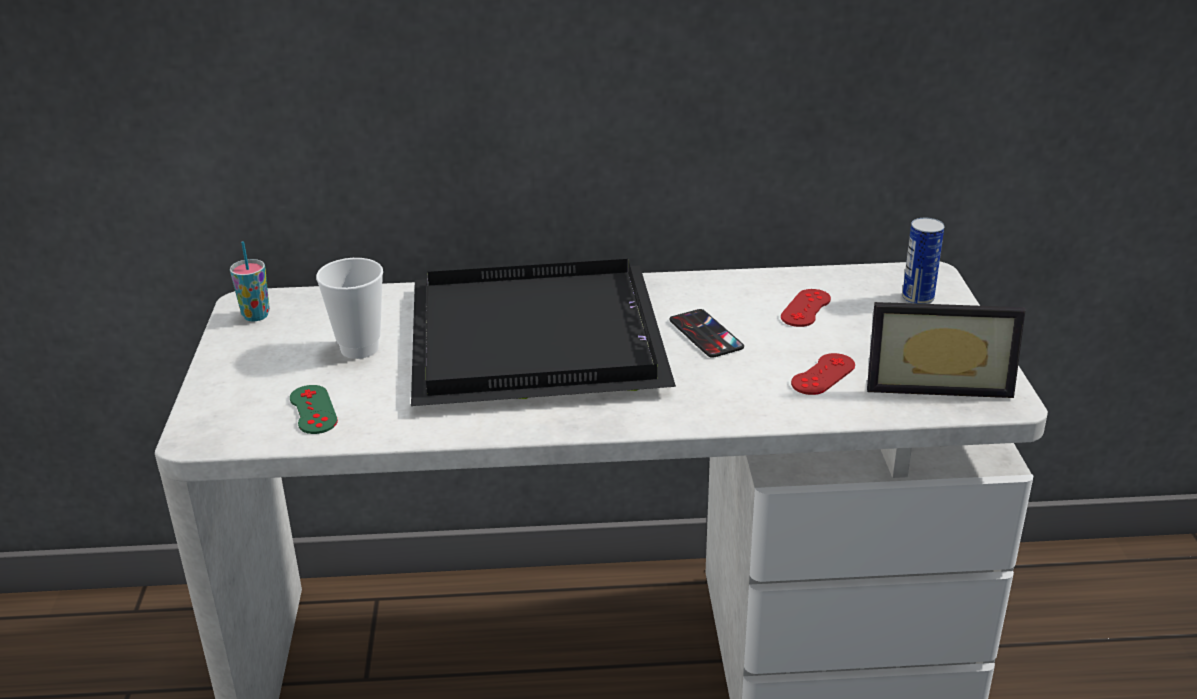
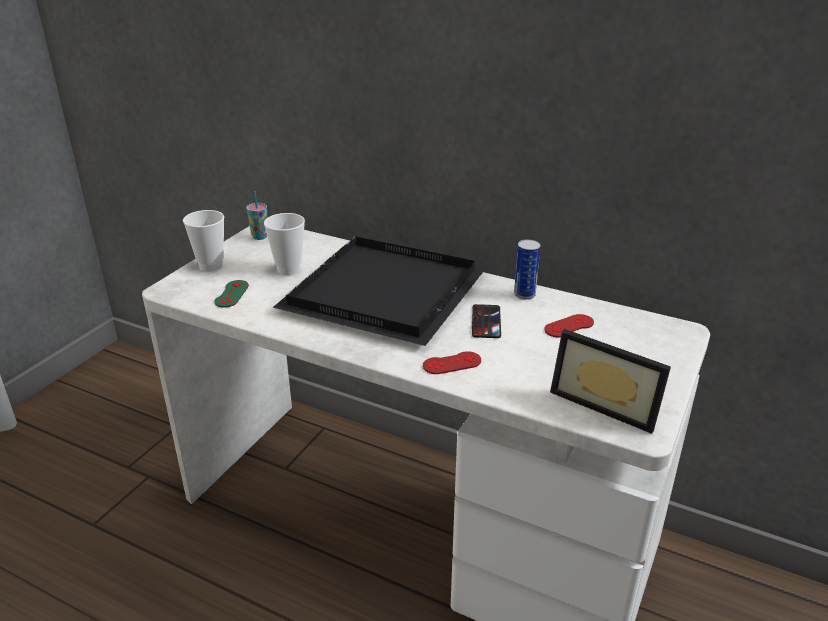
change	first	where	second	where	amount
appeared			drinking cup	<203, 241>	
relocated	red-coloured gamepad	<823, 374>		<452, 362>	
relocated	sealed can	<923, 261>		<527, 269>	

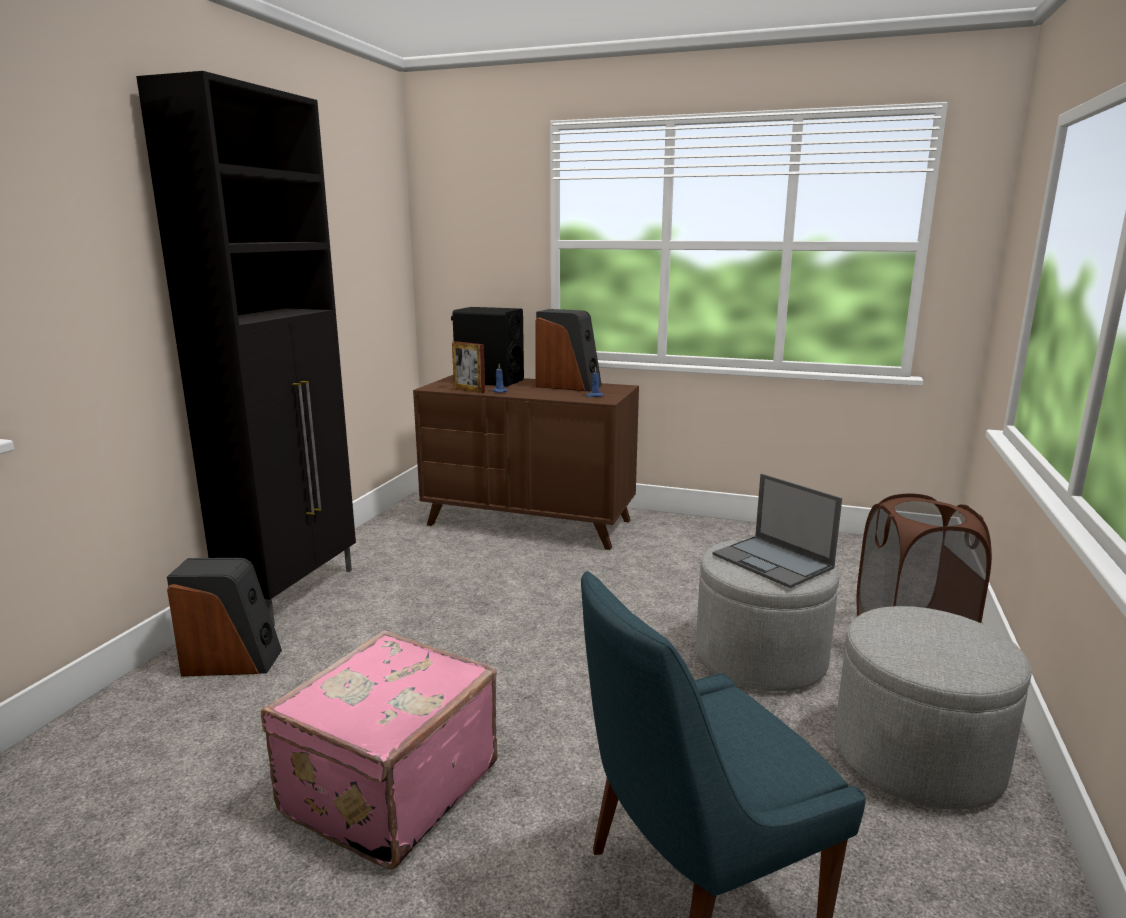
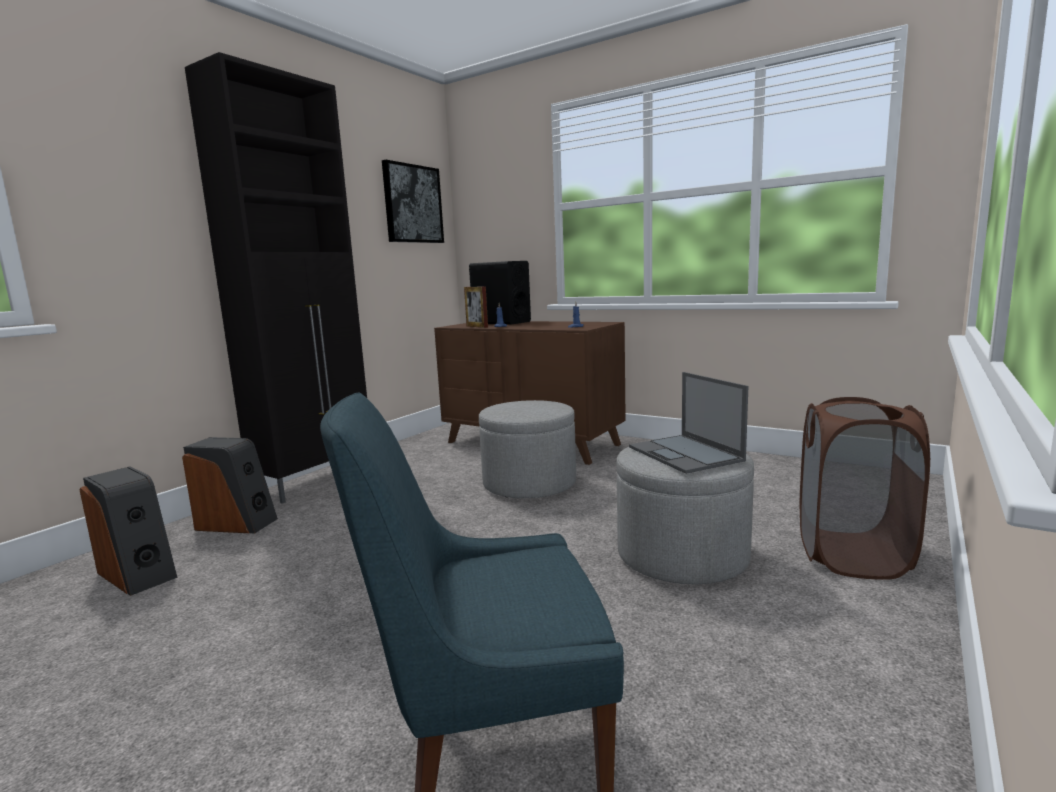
change	first	where	second	where	amount
relocated	speaker	<568, 350>		<128, 531>	
appeared			picture	<413, 201>	
relocated	greyish footrest	<933, 708>		<527, 449>	
missing	pink-coloured suitcase	<379, 750>			

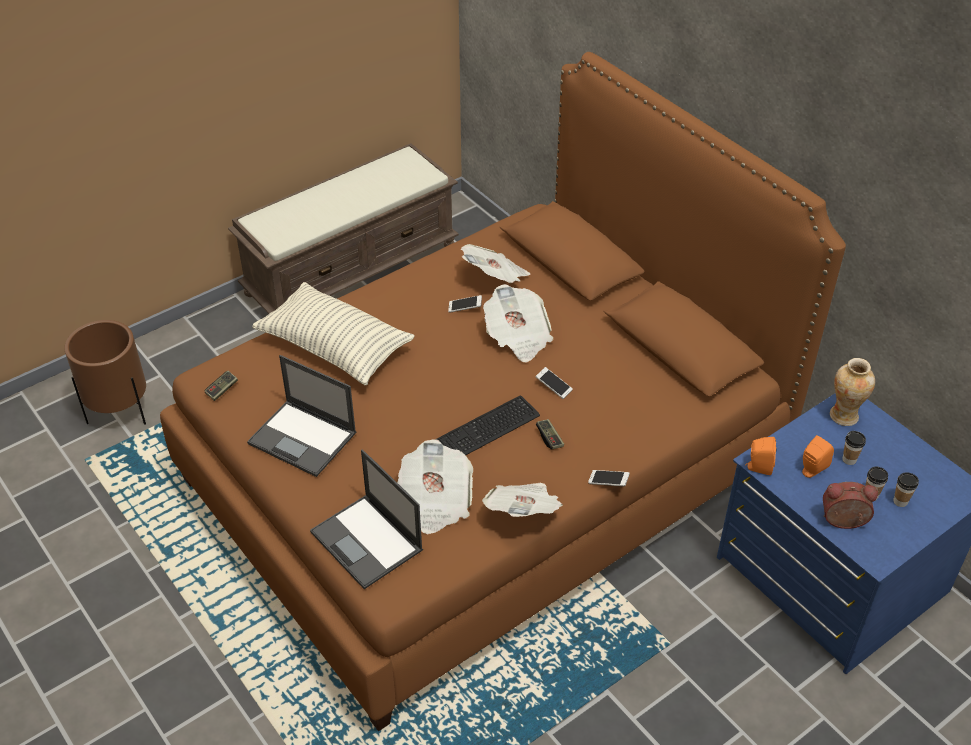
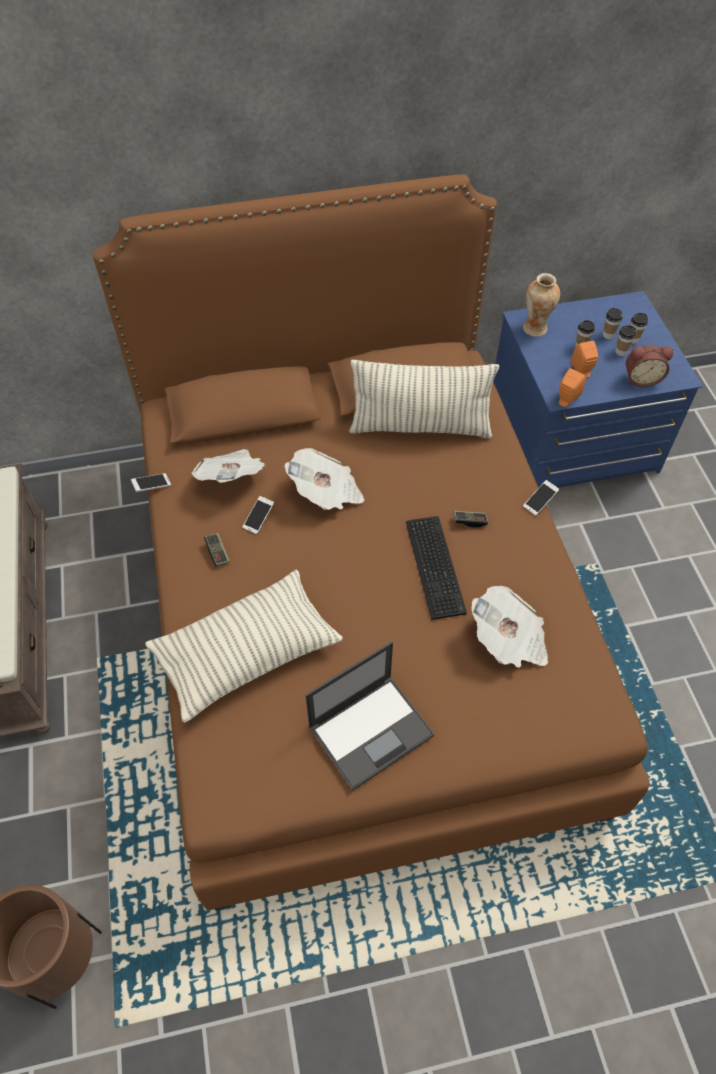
change	first	where	second	where	amount
relocated	phone	<554, 383>		<151, 482>	
relocated	gamepad	<221, 386>		<217, 550>	
appeared			pillow	<424, 399>	
appeared			drinking cup	<613, 323>	
spun	table clock	<850, 505>		<650, 366>	120 degrees counterclockwise
missing	laptop	<366, 519>			
missing	printed paper	<522, 500>			

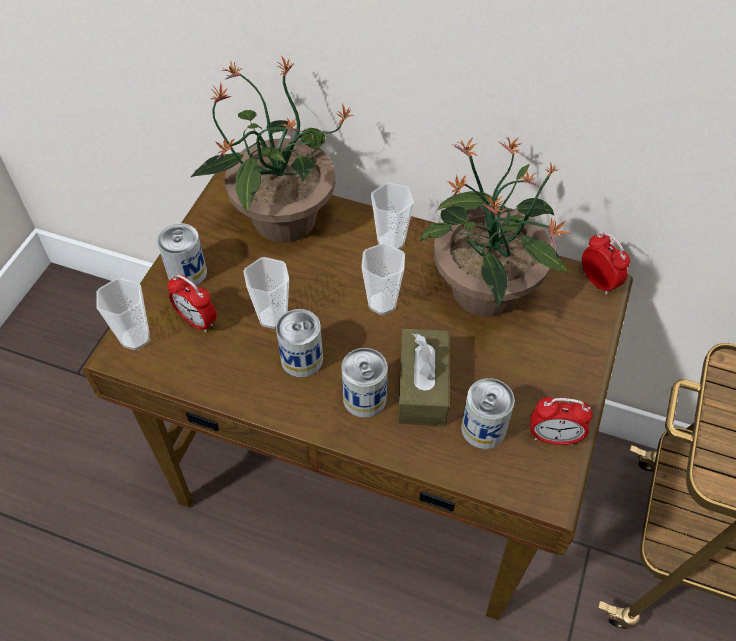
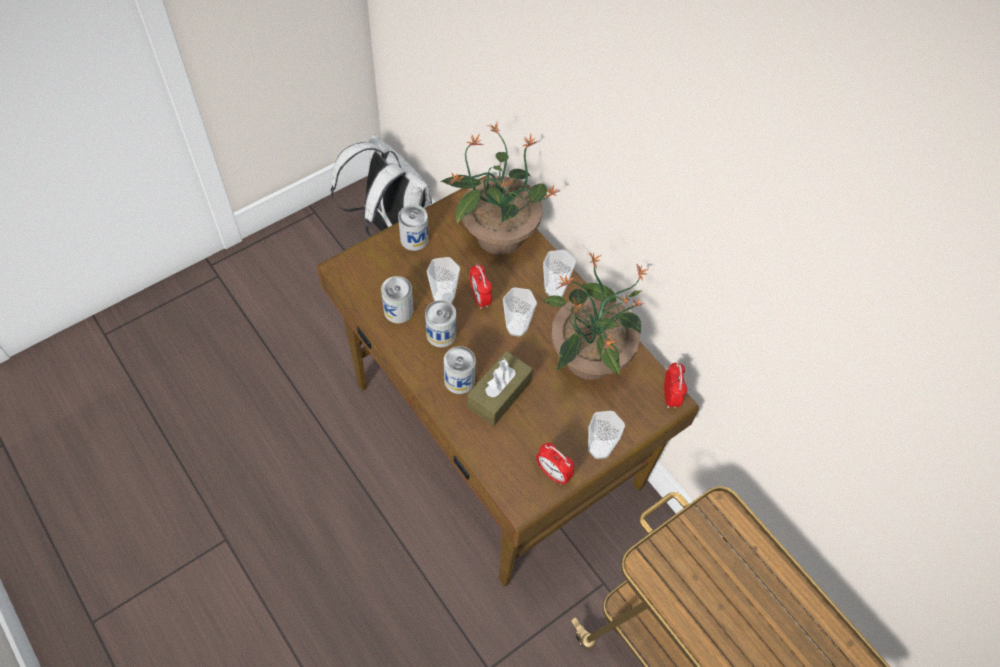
change	first	where	second	where	amount
appeared			white-coloured rucksack	<381, 185>	
relocated	sealed can	<488, 413>		<397, 299>	
relocated	table clock	<192, 303>		<481, 286>	
relocated	drinking cup	<123, 314>		<606, 435>	

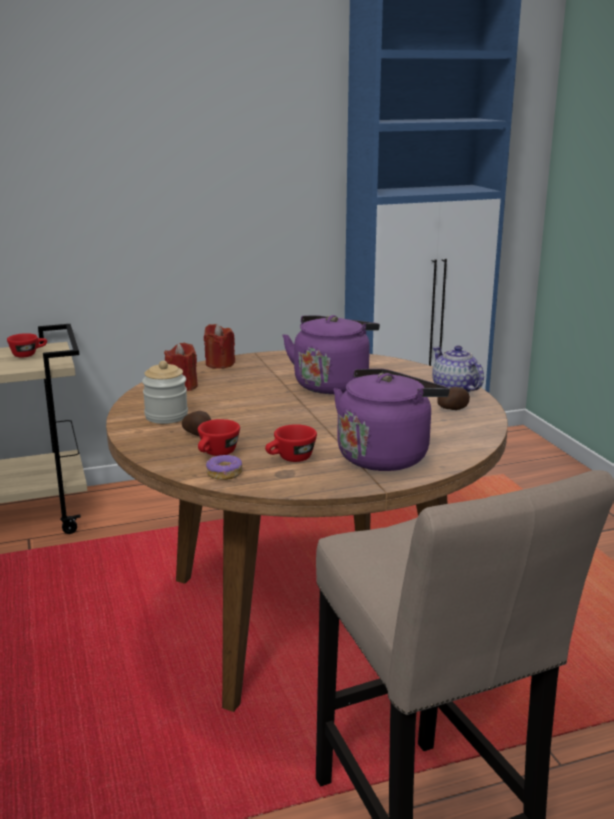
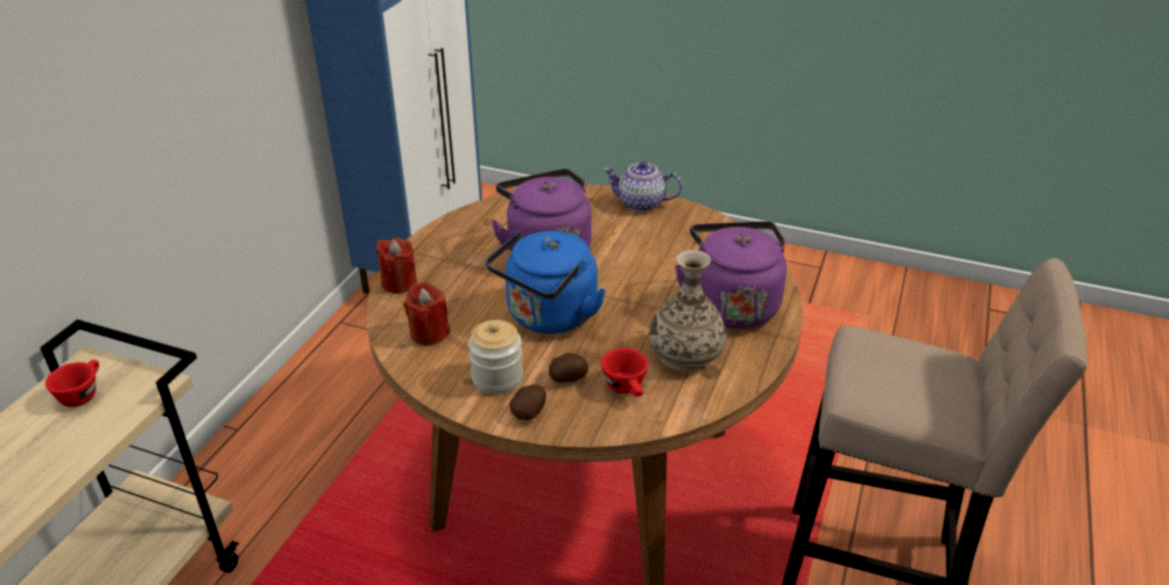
change	first	where	second	where	amount
appeared			bluish water kettle	<546, 282>	
relocated	potato	<453, 398>		<527, 402>	
exchanged	red-coloured drinking cup	<291, 443>	decorative vase	<687, 311>	
missing	ring doughnut	<224, 467>			

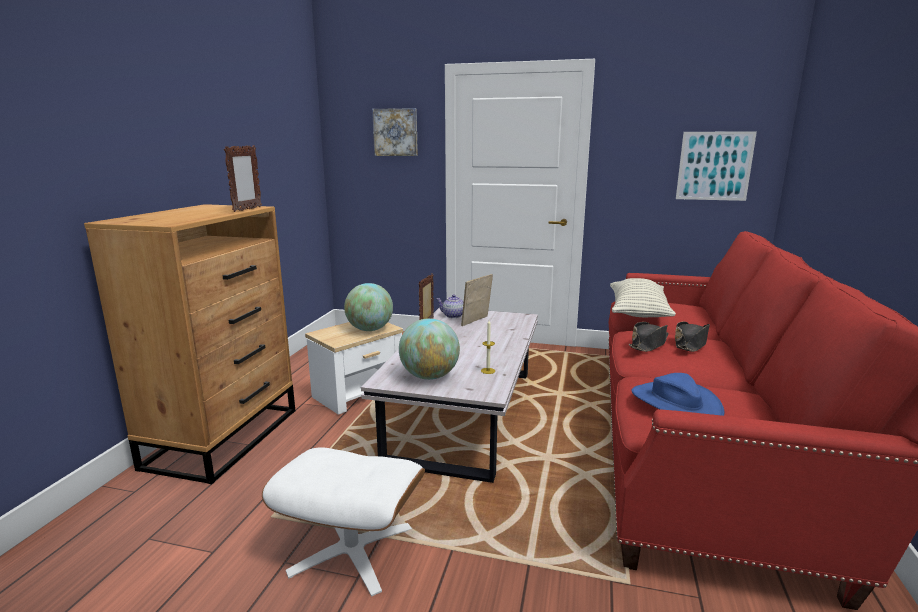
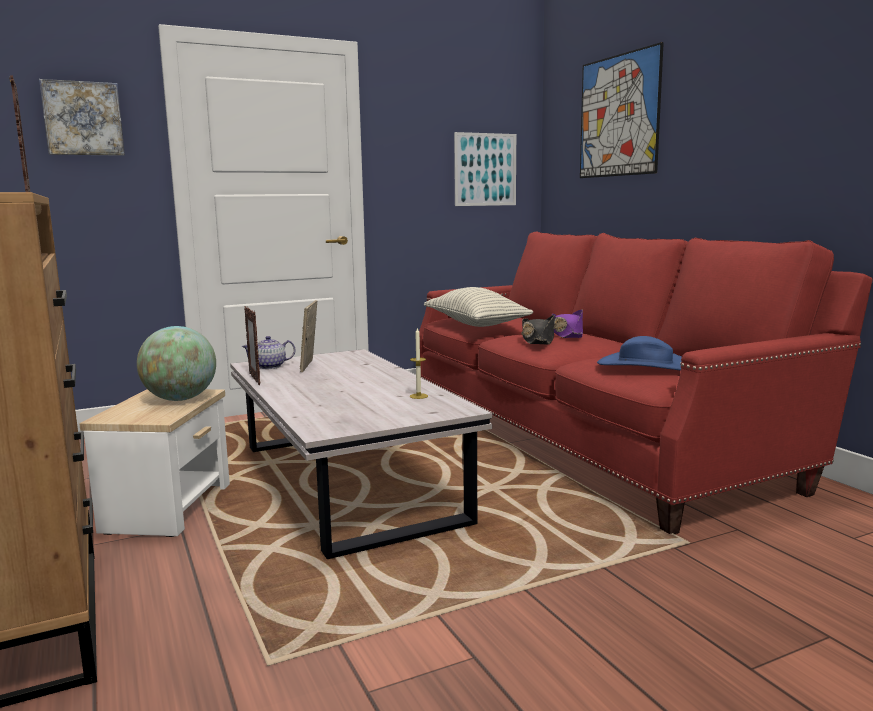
change	first	where	second	where	amount
colour	blackish wearable hat	<692, 337>	purplish wearable hat	<567, 323>	
appeared			picture	<622, 110>	
missing	white-coloured footrest	<343, 522>			
missing	globe	<429, 349>			

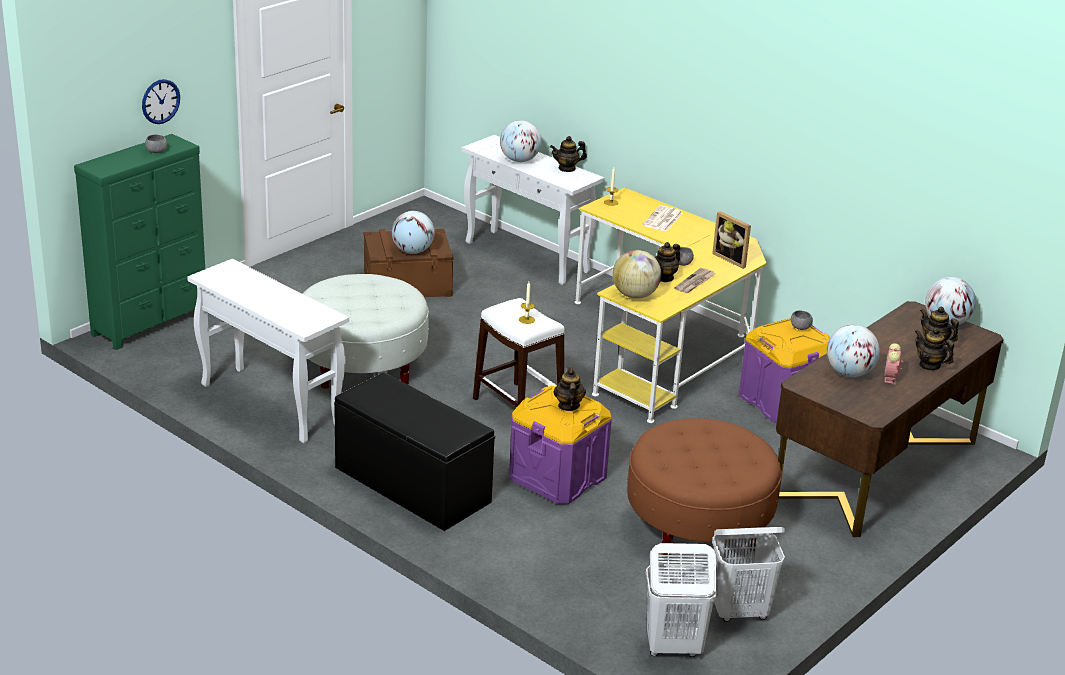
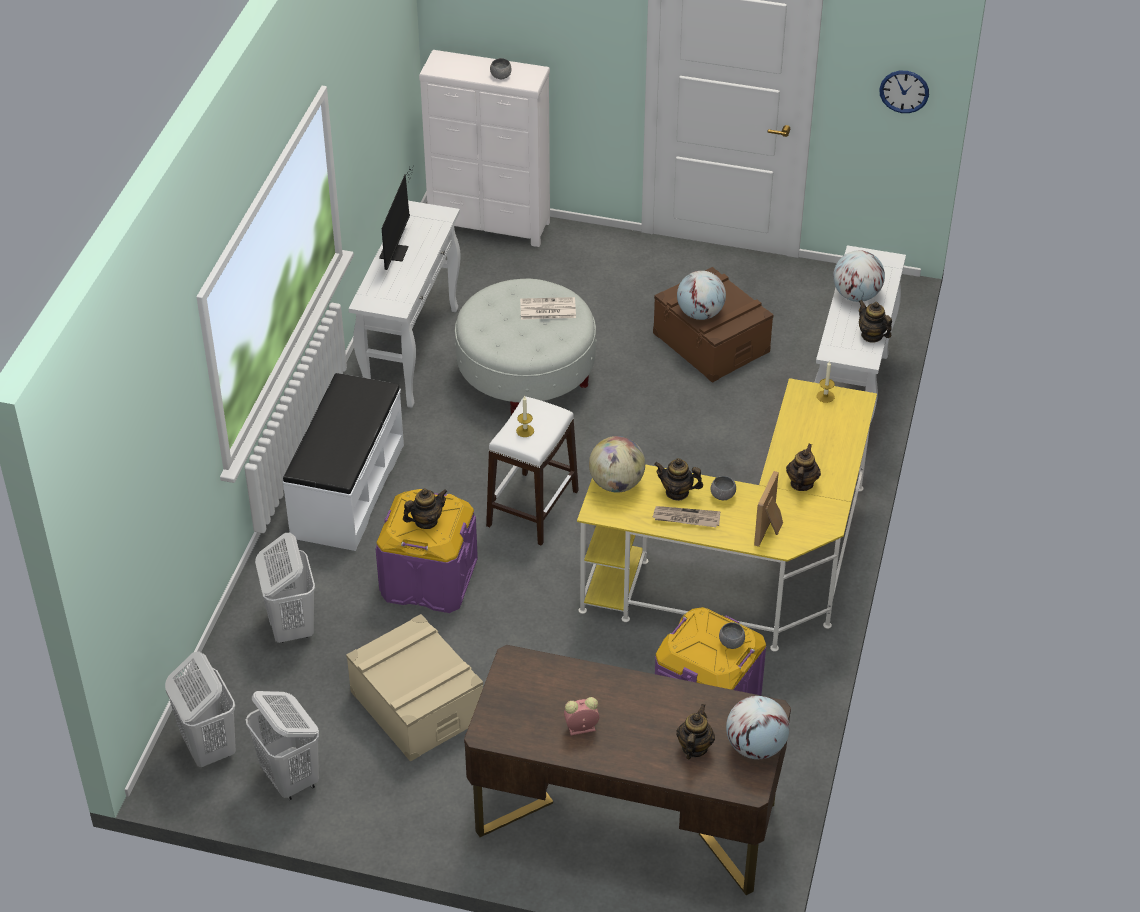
change	first	where	second	where	amount
appeared			white-coloured washing basket	<285, 588>	
colour	blackish bench	<414, 452>	white-coloured bench	<343, 462>	
exchanged	brown-coloured footrest	<704, 486>	beige storage bin	<414, 688>	
appeared			computer display	<395, 218>	
colour	green-coloured dresser	<139, 242>	white-coloured dresser	<484, 148>	
relocated	printed paper	<662, 219>		<548, 308>	
relocated	pot for tea	<934, 349>		<803, 467>	
relocated	wall clock	<161, 101>		<904, 92>	
missing	globe	<853, 351>			

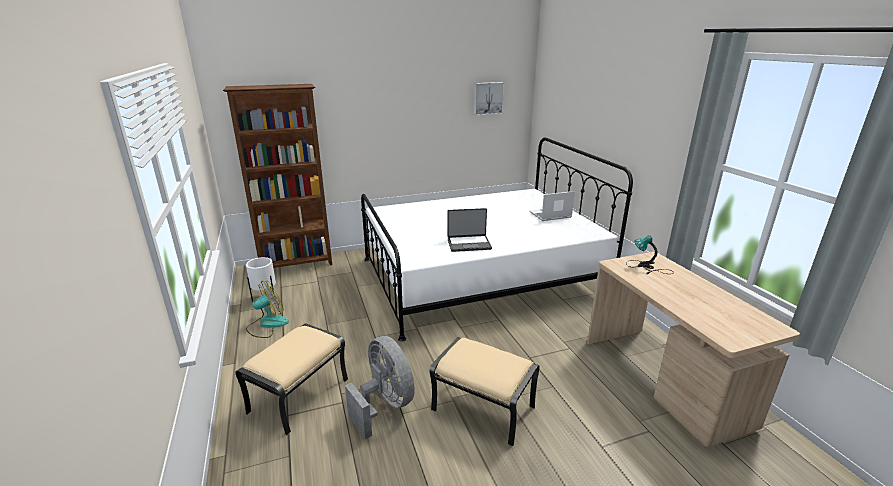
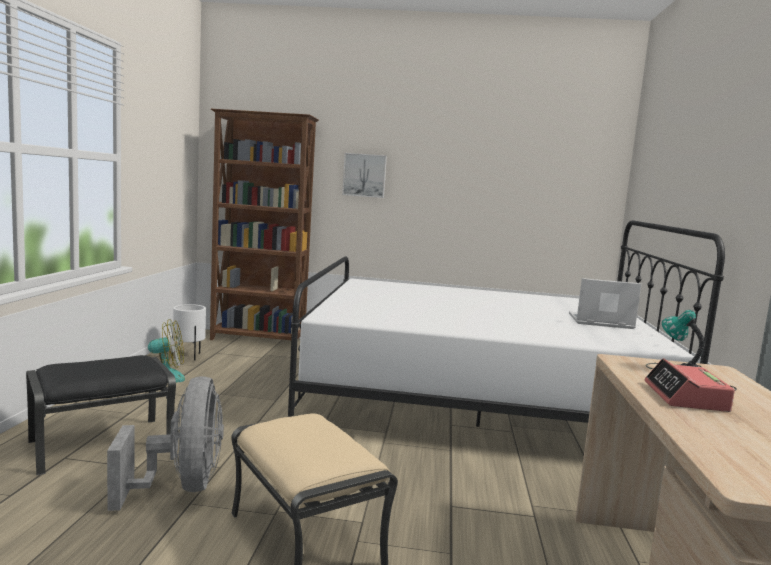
change	first	where	second	where	amount
colour	beige footrest	<291, 379>	blackish footrest	<101, 415>	
relocated	picture	<489, 98>		<364, 175>	
appeared			table clock	<689, 385>	
missing	laptop	<469, 230>			

